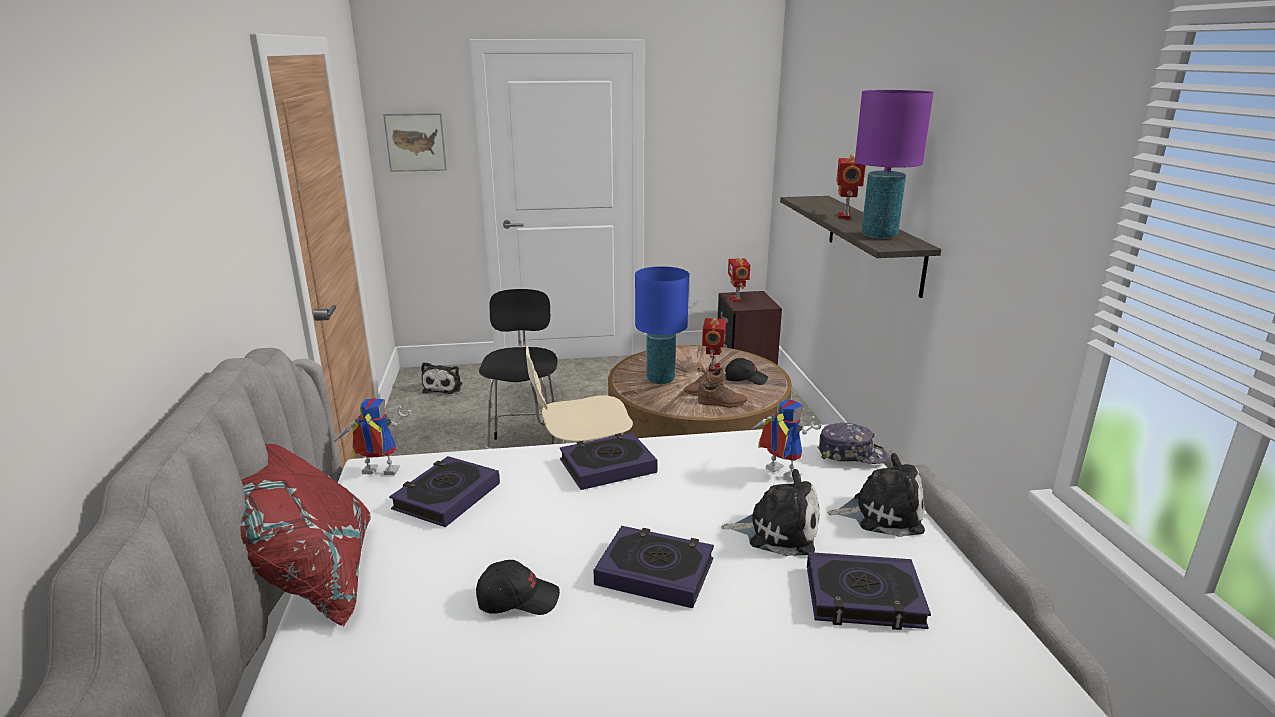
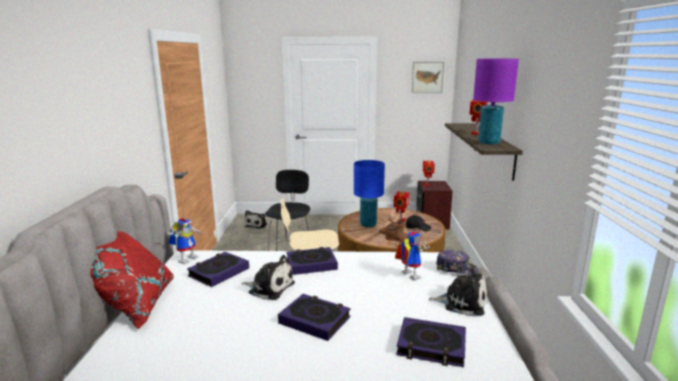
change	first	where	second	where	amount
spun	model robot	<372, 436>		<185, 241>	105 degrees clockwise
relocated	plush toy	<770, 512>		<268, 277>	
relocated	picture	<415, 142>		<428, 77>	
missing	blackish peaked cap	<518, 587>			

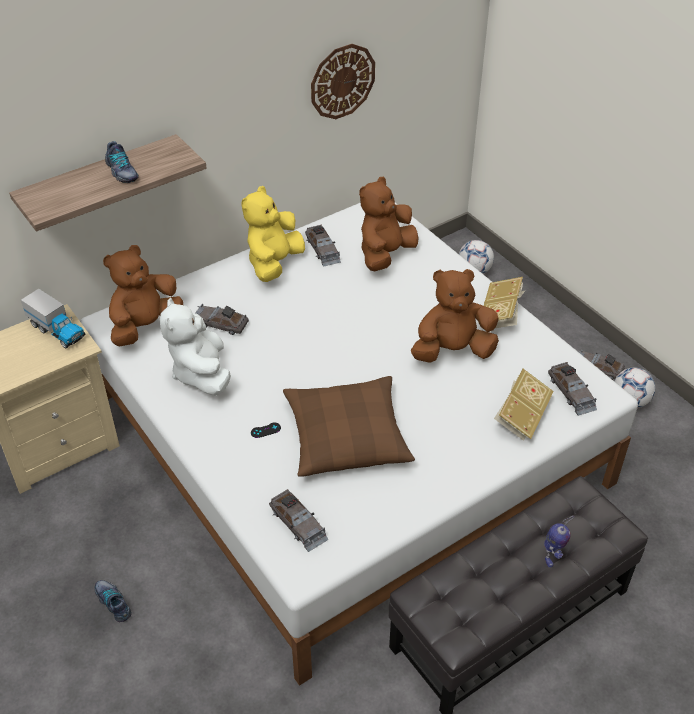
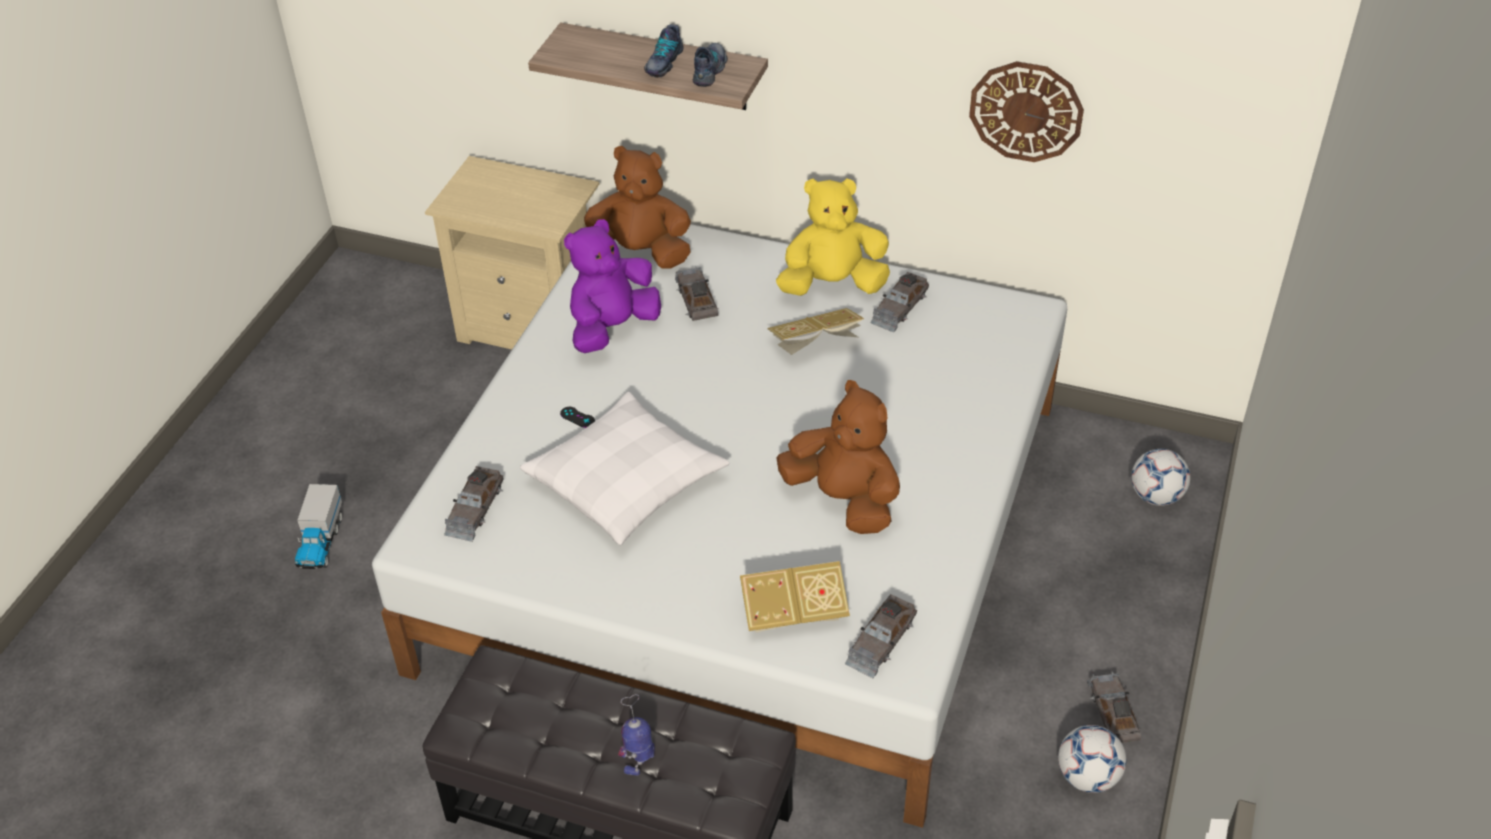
change	first	where	second	where	amount
relocated	model truck	<53, 318>		<318, 526>	
colour	brown-coloured pillow	<349, 426>	white-coloured pillow	<625, 468>	
colour	white-coloured plush toy	<195, 347>	purplish plush toy	<612, 286>	
spun	model robot	<559, 542>		<636, 734>	135 degrees clockwise
relocated	item of footwear	<113, 601>		<710, 65>	
relocated	book	<502, 302>		<815, 331>	
missing	brown-coloured plush toy	<388, 224>			

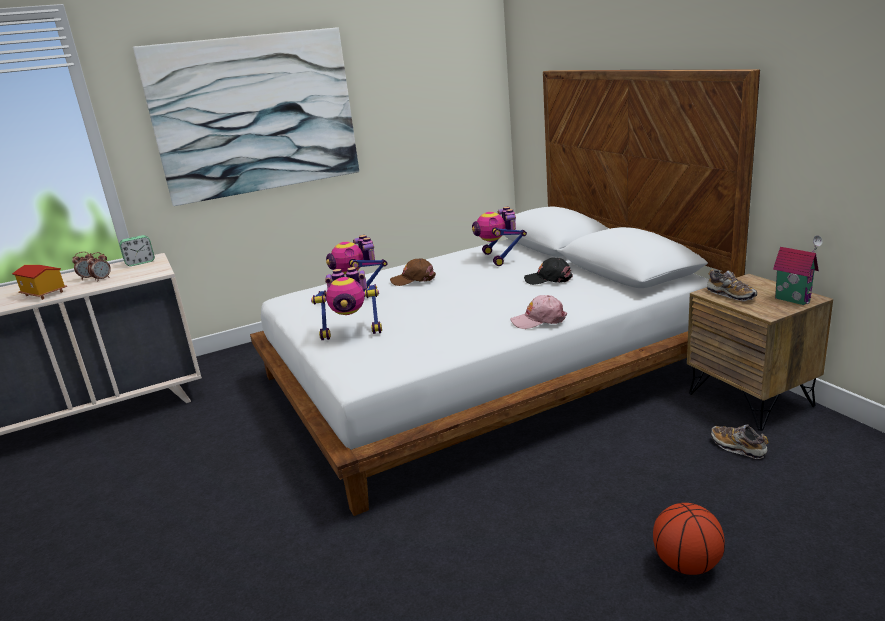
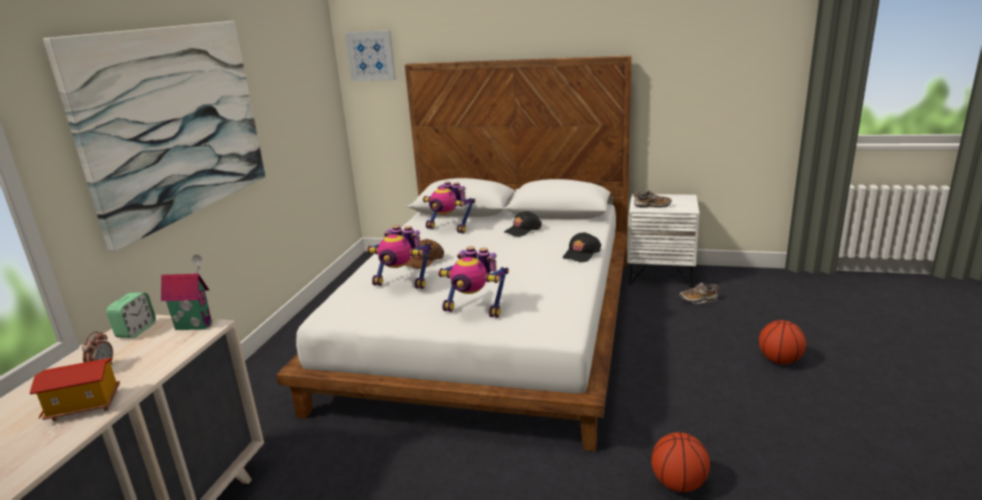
change	first	where	second	where	amount
relocated	miniature house	<798, 270>		<186, 292>	
appeared			picture	<370, 56>	
spun	model robot	<346, 303>		<473, 282>	75 degrees clockwise
colour	pink-coloured peaked cap	<538, 312>	blackish peaked cap	<582, 247>	
colour	brown-coloured bedside table	<760, 352>	white-coloured bedside table	<664, 241>	
appeared			basketball ball	<680, 462>	
missing	table clock	<99, 267>			

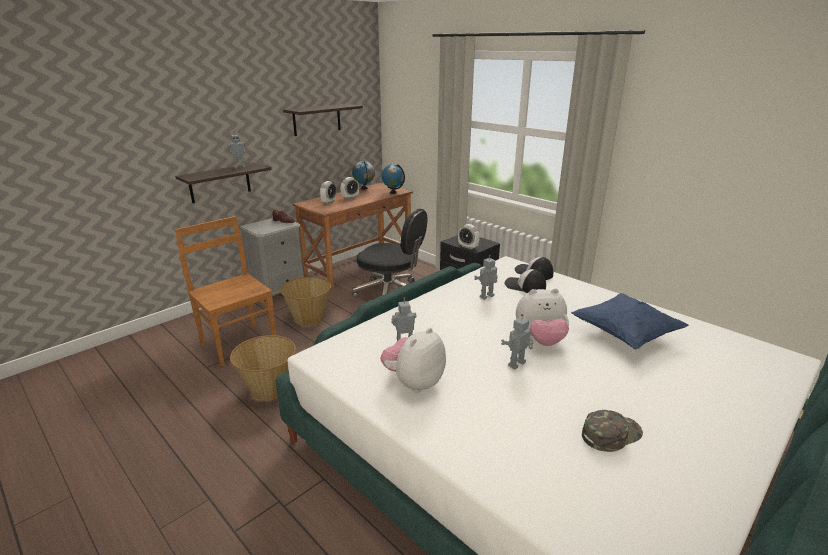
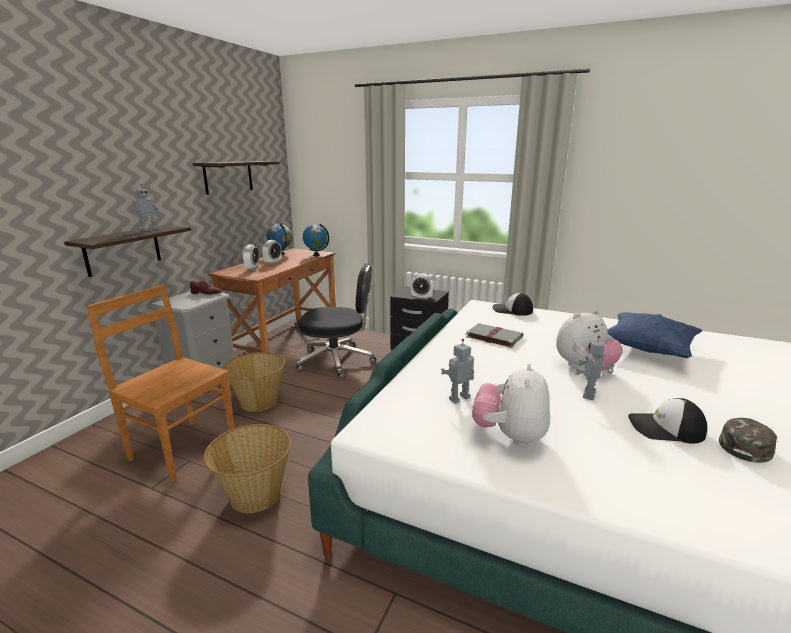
change	first	where	second	where	amount
exchanged	model robot	<486, 277>	greyish book	<494, 335>	
relocated	peaked cap	<525, 281>		<667, 421>	

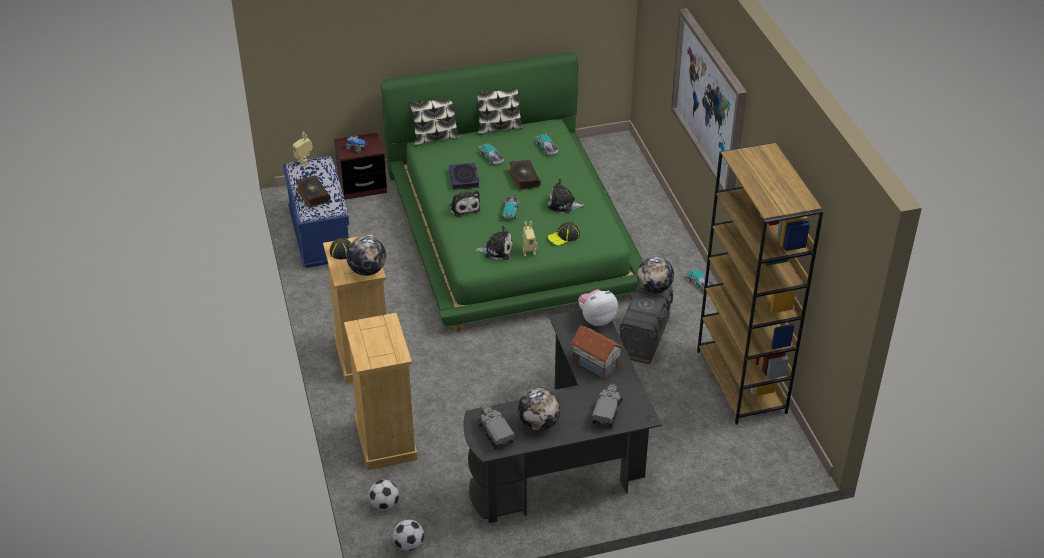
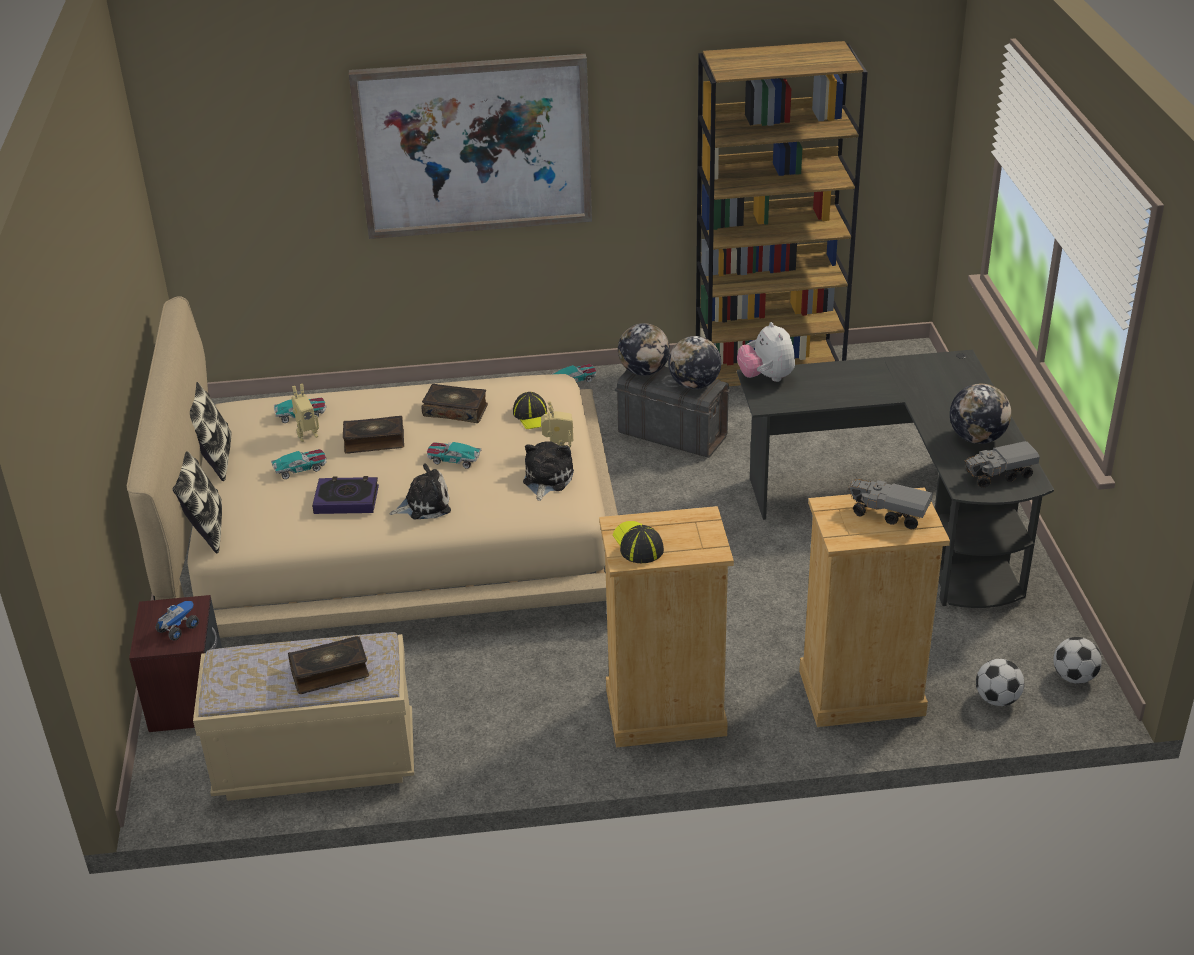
change	first	where	second	where	amount
colour	green-coloured sleeping bed	<512, 192>	beige sleeping bed	<372, 467>	
colour	bluish bench	<316, 212>	beige bench	<303, 716>	
relocated	model robot	<303, 149>		<305, 413>	
exchanged	plush toy	<566, 196>	book	<455, 403>	
relocated	globe	<366, 256>		<694, 362>	
relocated	model truck	<607, 405>		<891, 504>	
missing	miniature house	<596, 353>			

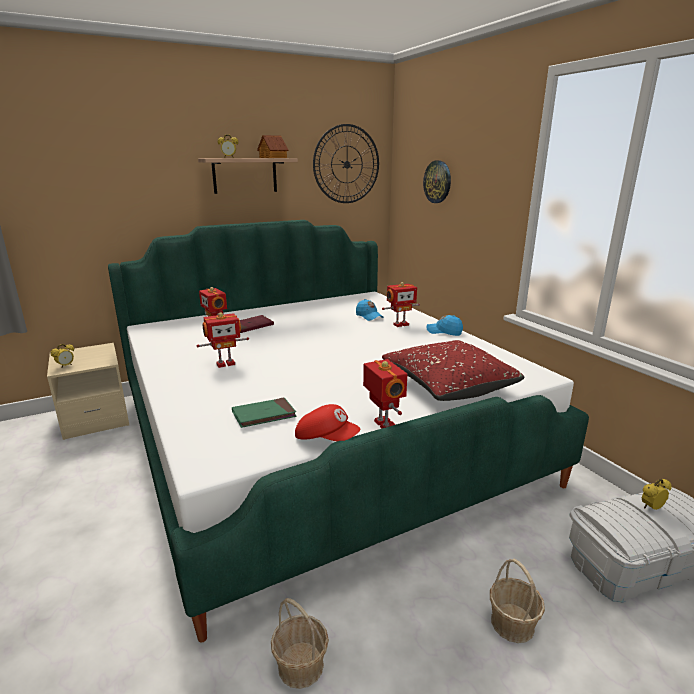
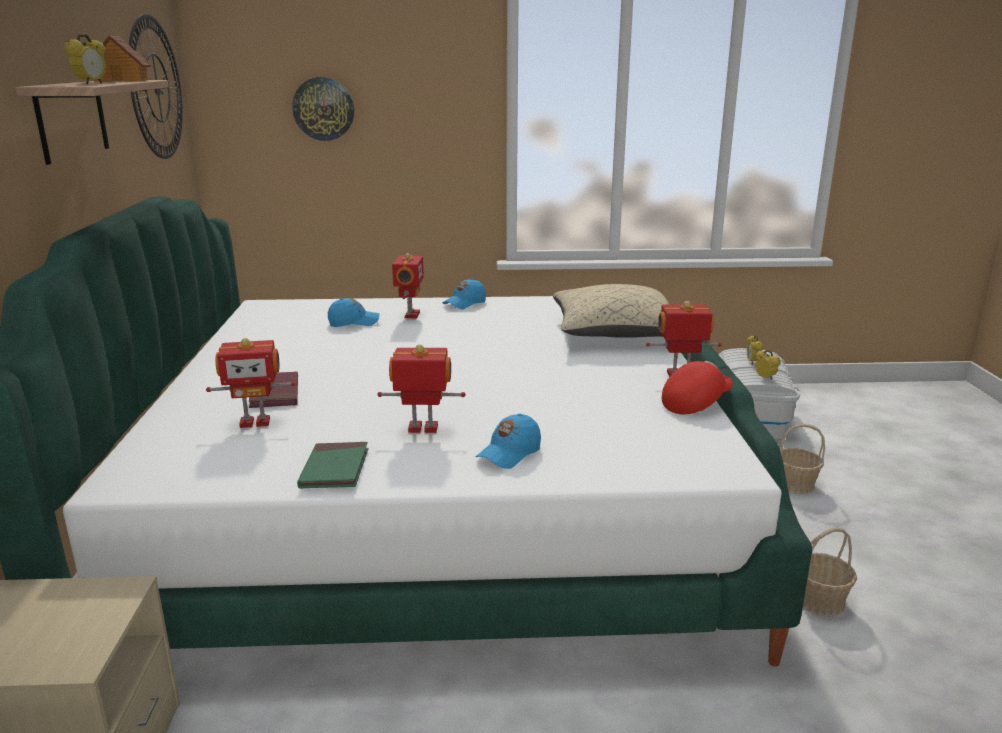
change	first	where	second	where	amount
relocated	green-coloured book	<264, 412>		<332, 465>	
spun	model robot	<223, 340>		<421, 388>	90 degrees counterclockwise
appeared			bluish peaked cap	<508, 441>	
colour	red-coloured pillow	<453, 370>	beige pillow	<611, 311>	
relocated	table clock	<62, 356>		<768, 365>	

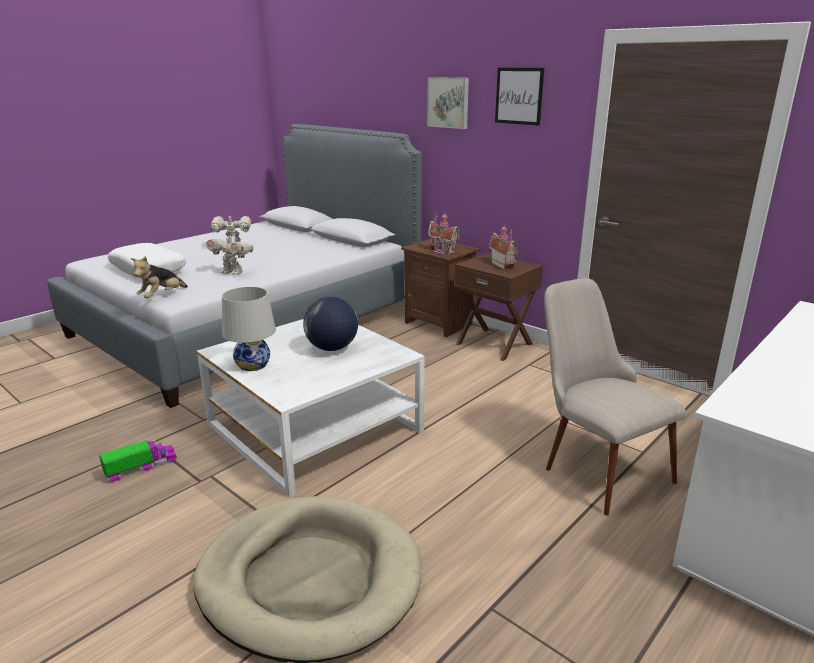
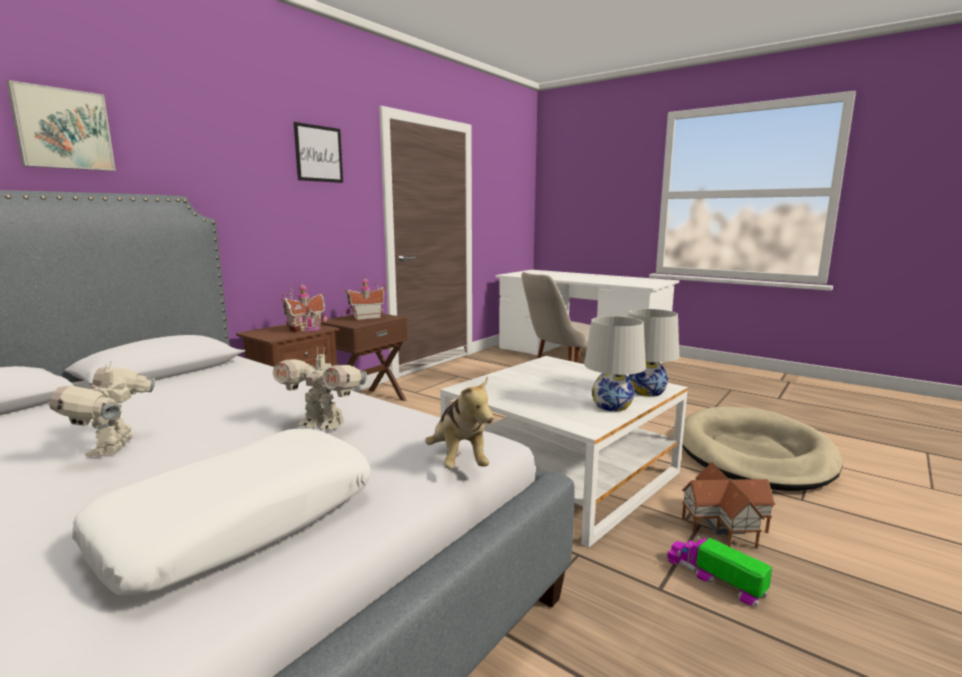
change	first	where	second	where	amount
relocated	picture	<448, 103>		<61, 125>	
spun	model robot	<230, 254>		<320, 388>	90 degrees clockwise
spun	plush toy	<159, 277>		<459, 422>	45 degrees clockwise
appeared			white-coloured lamp for a table	<653, 353>	
appeared			miniature house	<729, 505>	
missing	globe	<330, 324>			

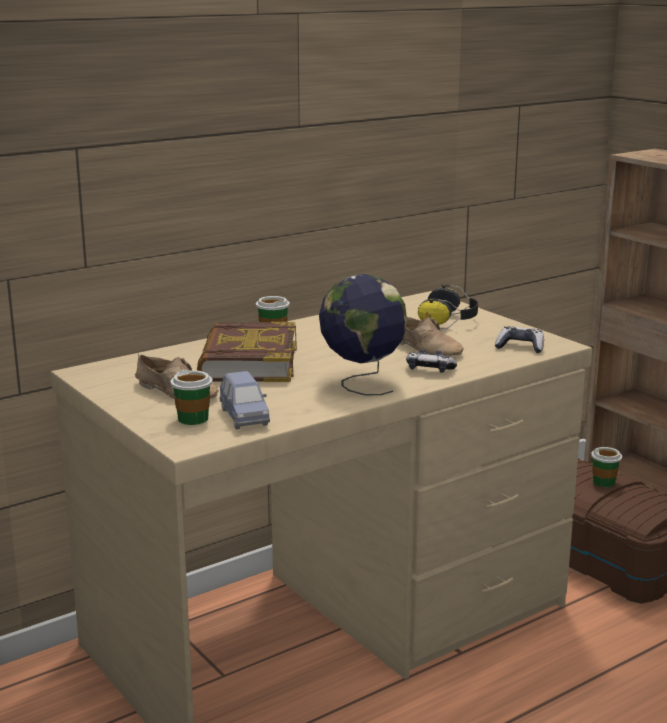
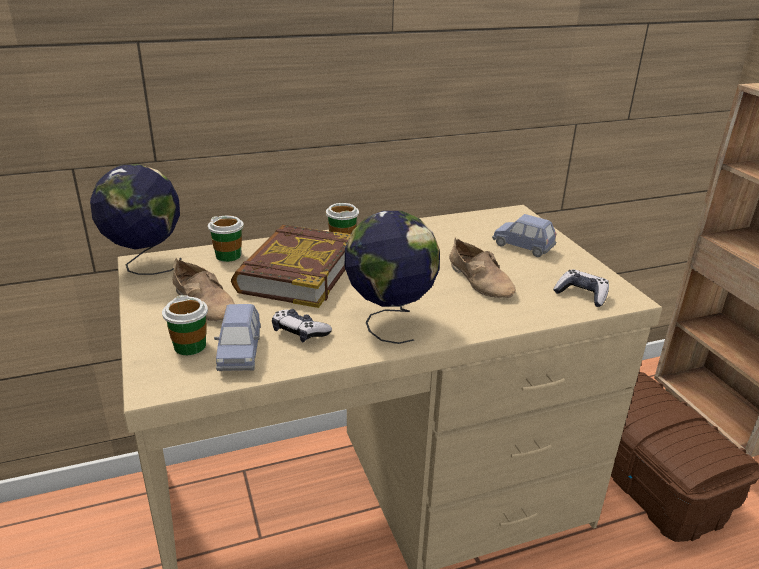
change	first	where	second	where	amount
appeared			globe	<135, 219>	
relocated	drinking cup	<606, 467>		<226, 238>	
relocated	gamepad	<431, 361>		<302, 325>	
exchanged	pair of headphones	<448, 307>	bluish miniature car	<524, 235>	

